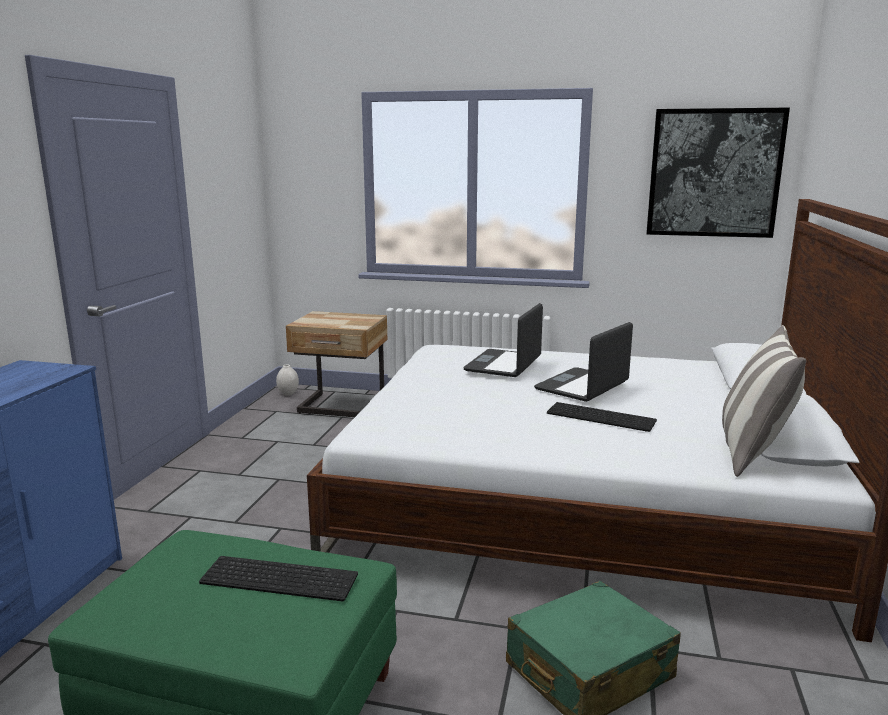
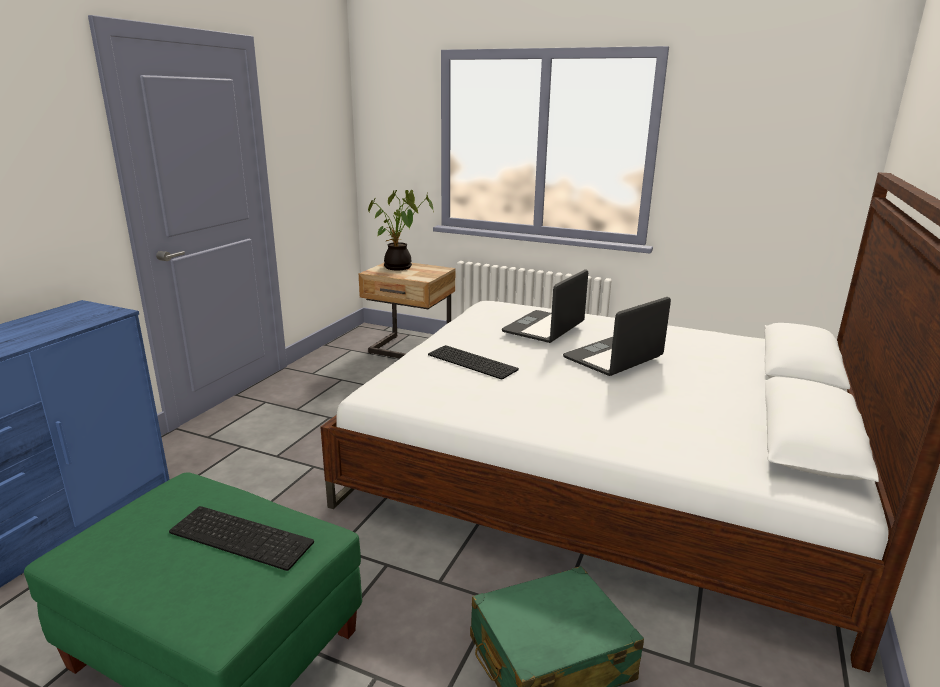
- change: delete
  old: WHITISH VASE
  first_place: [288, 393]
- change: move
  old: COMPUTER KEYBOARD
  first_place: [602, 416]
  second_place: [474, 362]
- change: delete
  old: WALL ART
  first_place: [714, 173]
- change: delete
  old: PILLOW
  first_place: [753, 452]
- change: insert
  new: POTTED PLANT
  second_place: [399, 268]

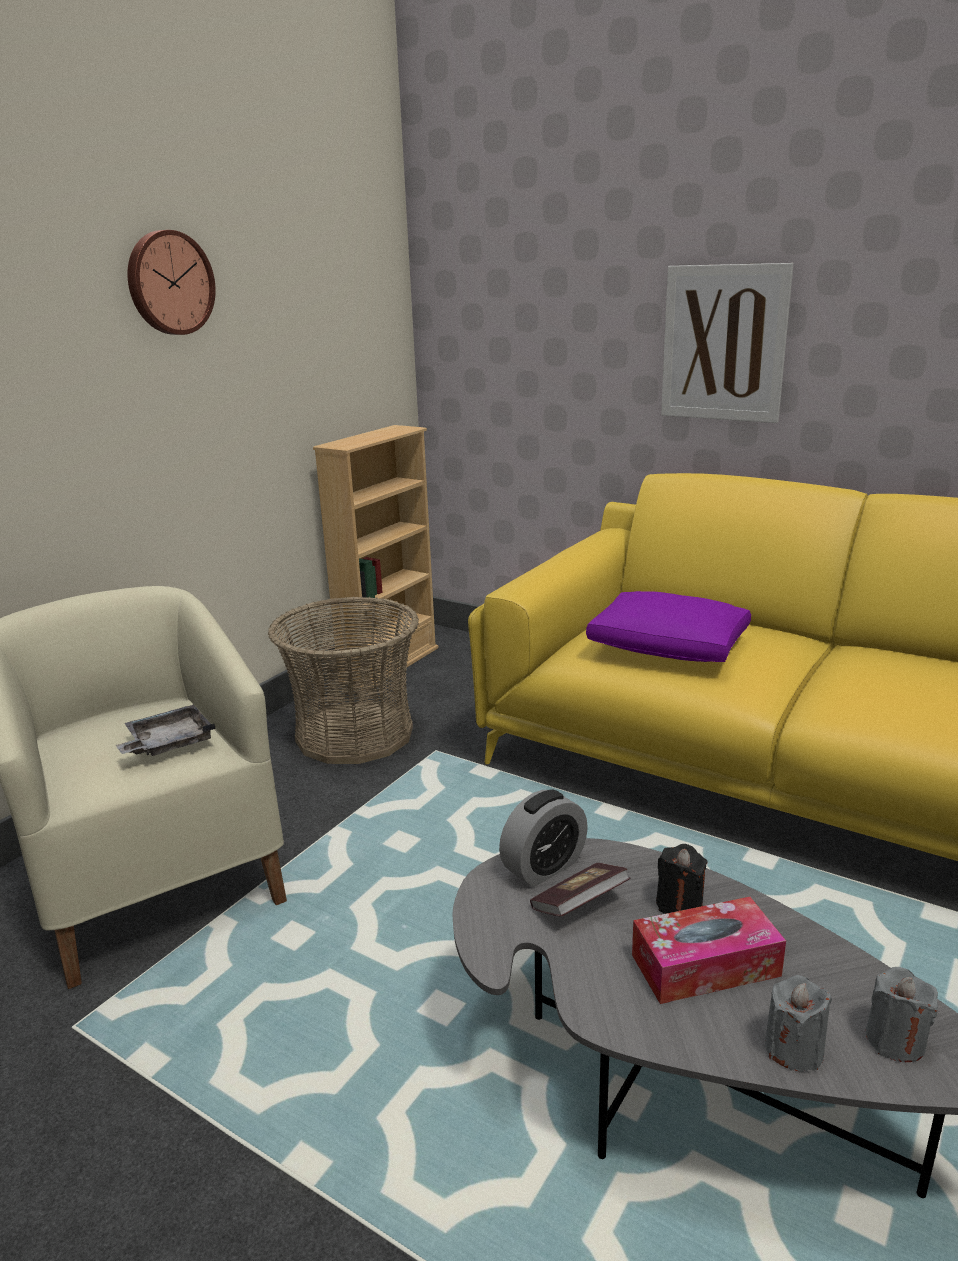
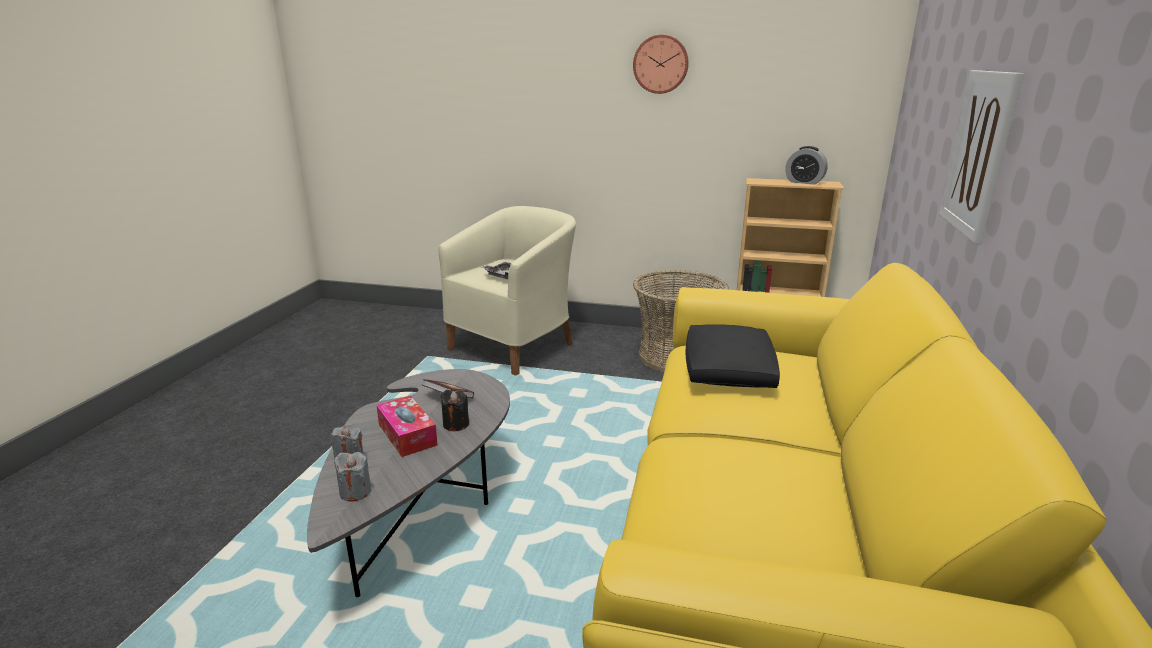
- change: move
  old: BEDSIDE CLOCK
  first_place: [544, 867]
  second_place: [804, 182]
- change: recolor
  old: PURPLISH PILLOW
  new: BLACK-COLOURED PILLOW
  first_place: [666, 646]
  second_place: [728, 370]

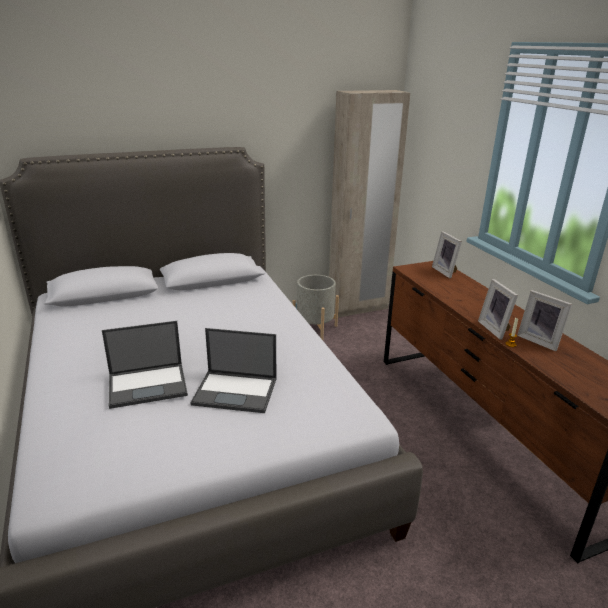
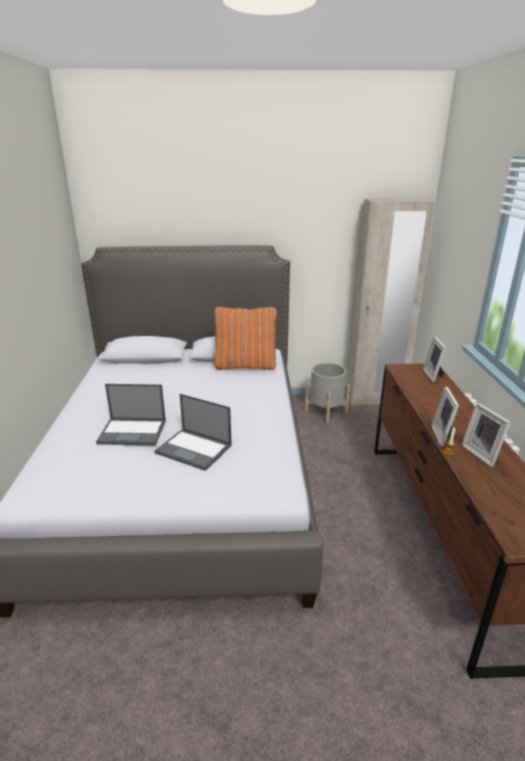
- change: insert
  new: ORANGE-COLOURED PILLOW
  second_place: [245, 365]

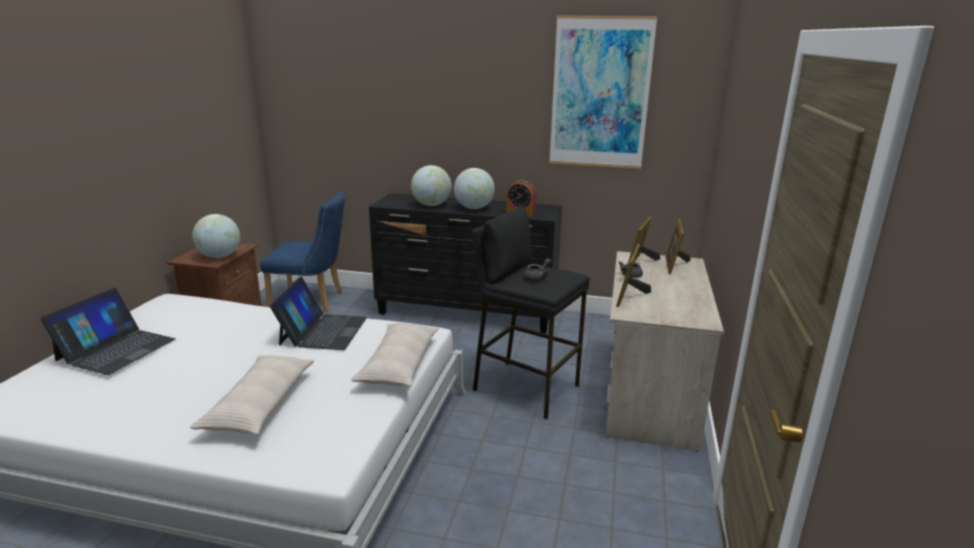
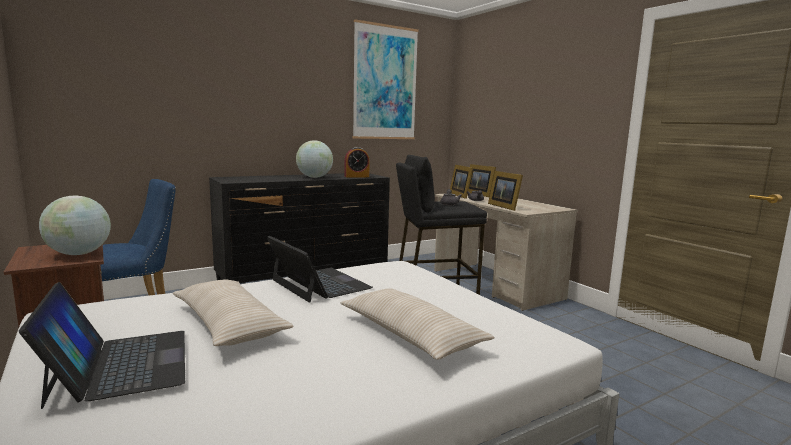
- change: move
  old: BEIGE PILLOW
  first_place: [399, 364]
  second_place: [229, 325]
- change: delete
  old: WORLD GLOBE
  first_place: [431, 205]

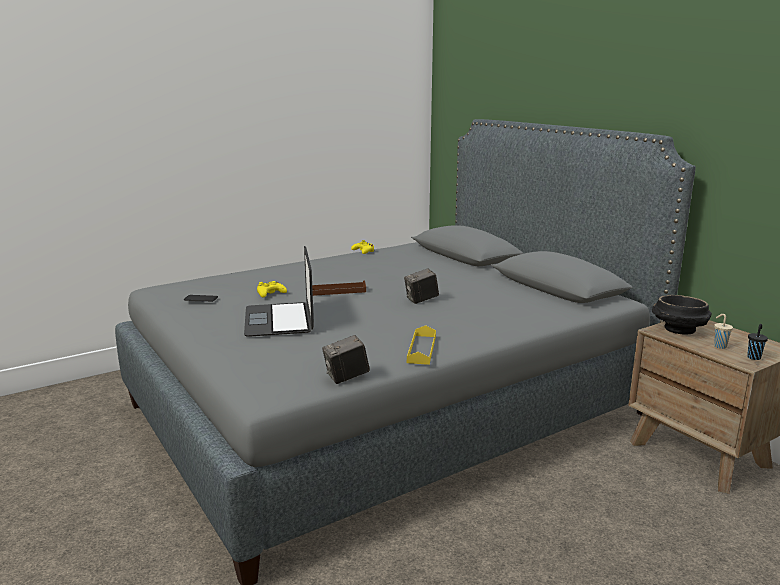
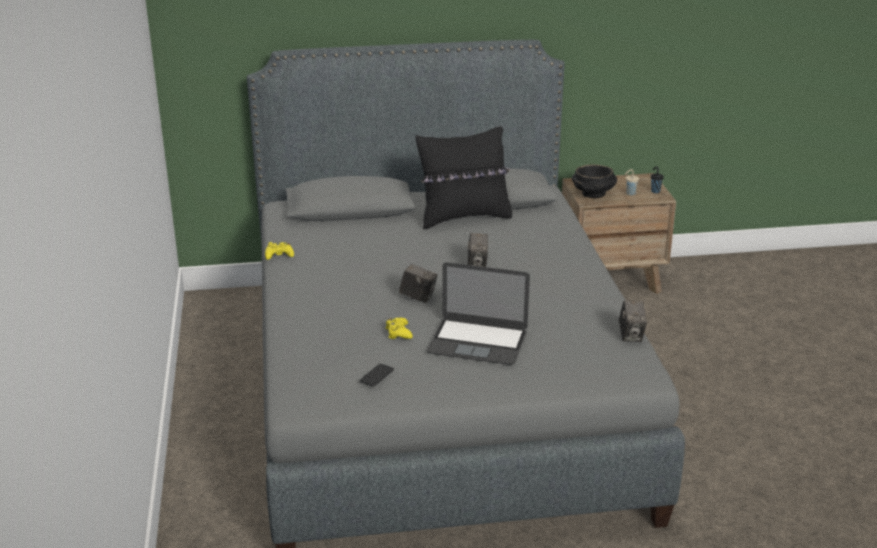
- change: replace
  old: BROWN-COLOURED TRAY
  new: STILL CAMERA
  first_place: [337, 291]
  second_place: [418, 297]
- change: delete
  old: YELLOW-COLOURED TRAY
  first_place: [421, 349]
- change: insert
  new: BLACK-COLOURED PILLOW
  second_place: [464, 217]

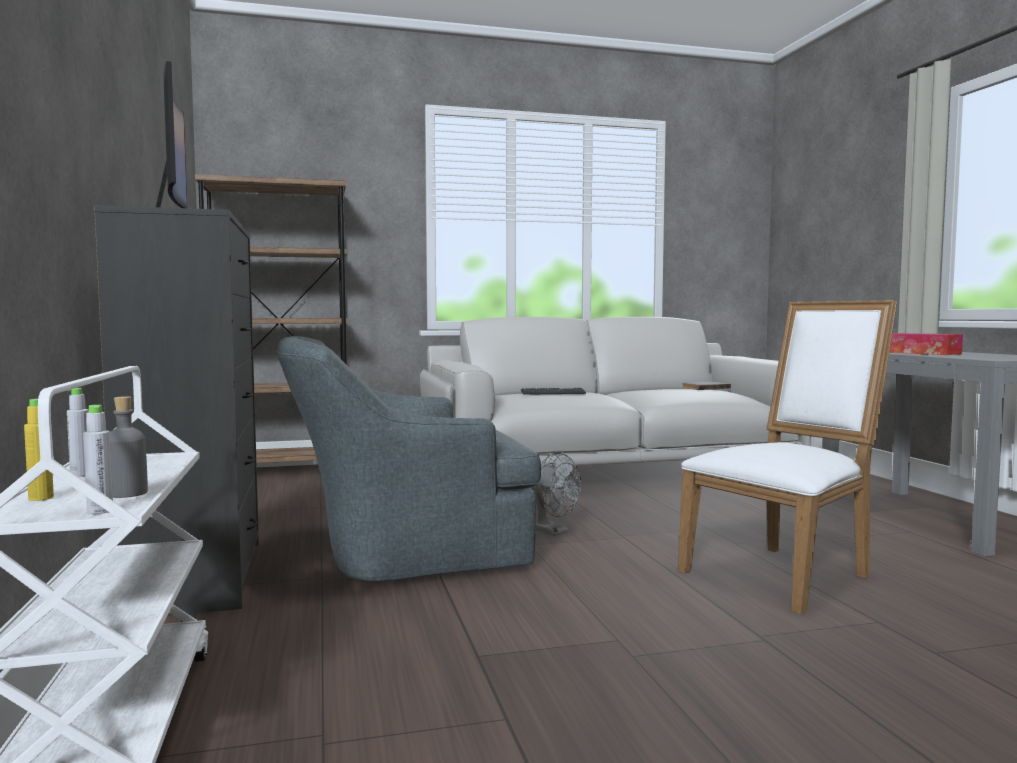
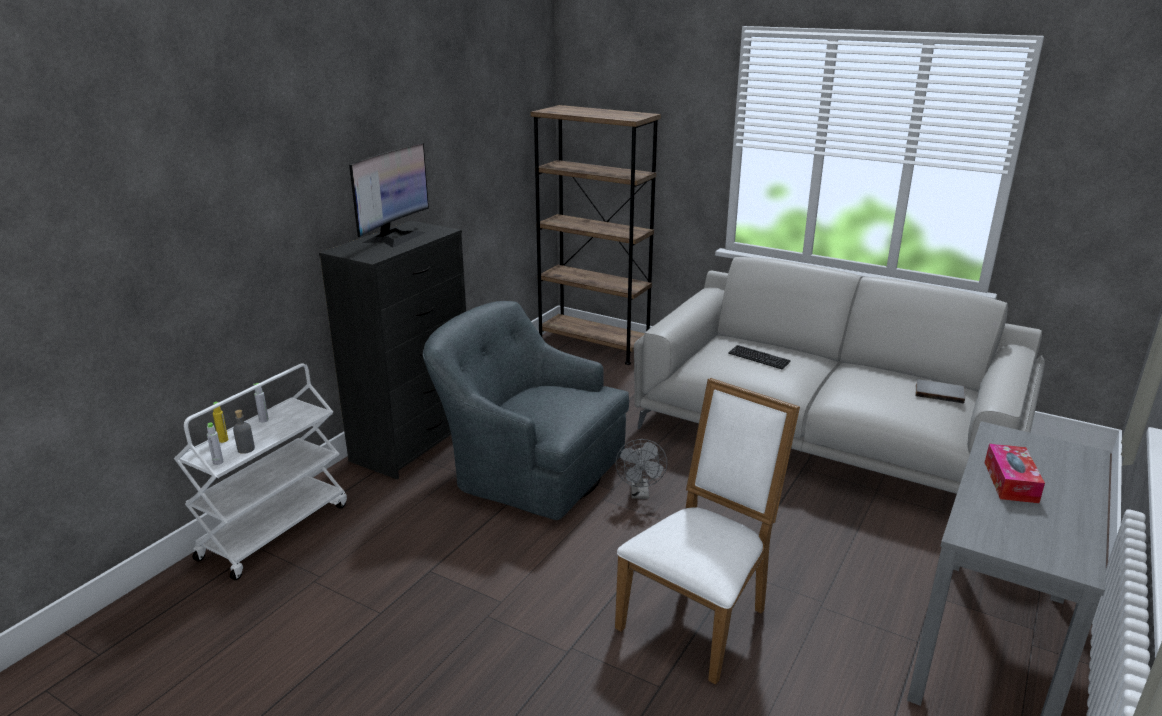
- change: rotate
  old: WHITISH PLAIN CHAIR
  first_place: [785, 573]
  second_place: [700, 616]
  degrees: -60

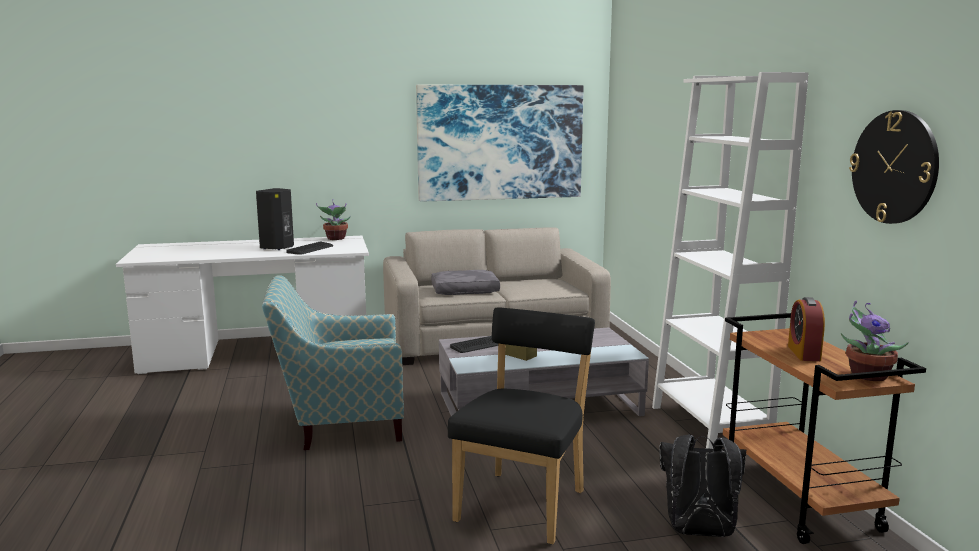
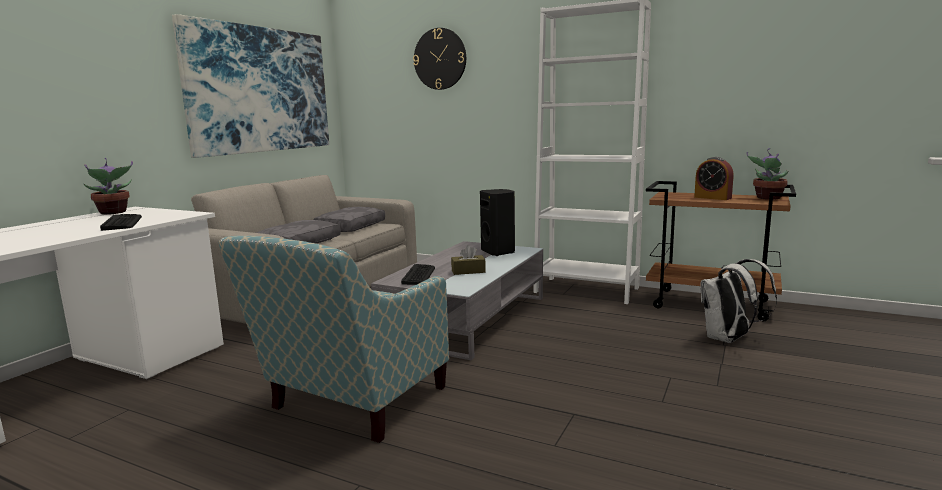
- change: move
  old: BLACK-COLOURED LOUDSPEAKER
  first_place: [278, 247]
  second_place: [499, 252]
- change: delete
  old: BLACK-COLOURED PLAIN CHAIR
  first_place: [524, 503]
- change: recolor
  old: BLACK-COLOURED RUCKSACK
  new: WHITISH RUCKSACK
  first_place: [699, 533]
  second_place: [729, 339]
- change: move
  old: CLOCK ON THE WALL
  first_place: [894, 167]
  second_place: [440, 59]
- change: insert
  new: GRAY PILLOW
  second_place: [350, 227]

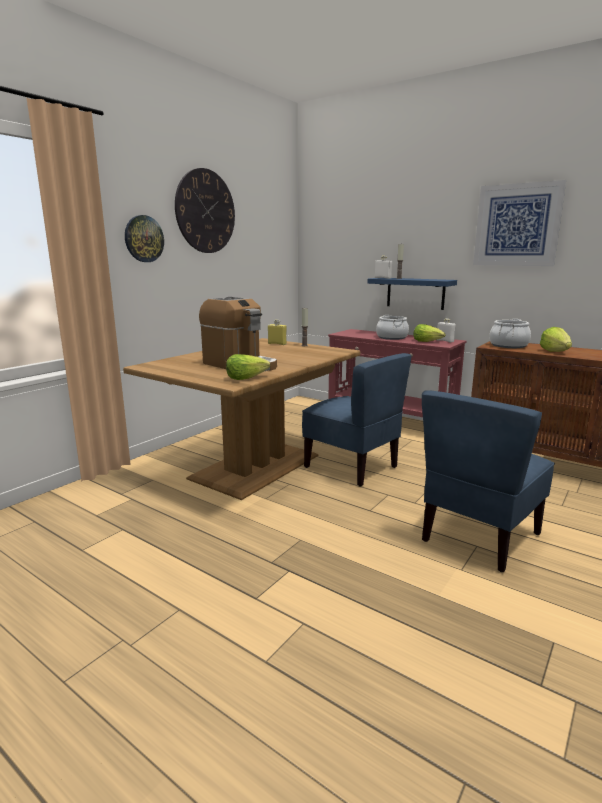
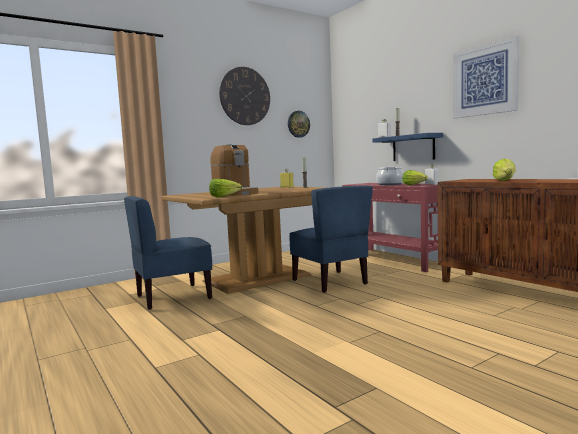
- change: move
  old: CLOCK ON THE WALL
  first_place: [144, 239]
  second_place: [298, 124]
- change: move
  old: BLUE PLAIN CHAIR
  first_place: [478, 537]
  second_place: [173, 297]
- change: delete
  old: STOCKPOT
  first_place: [508, 345]

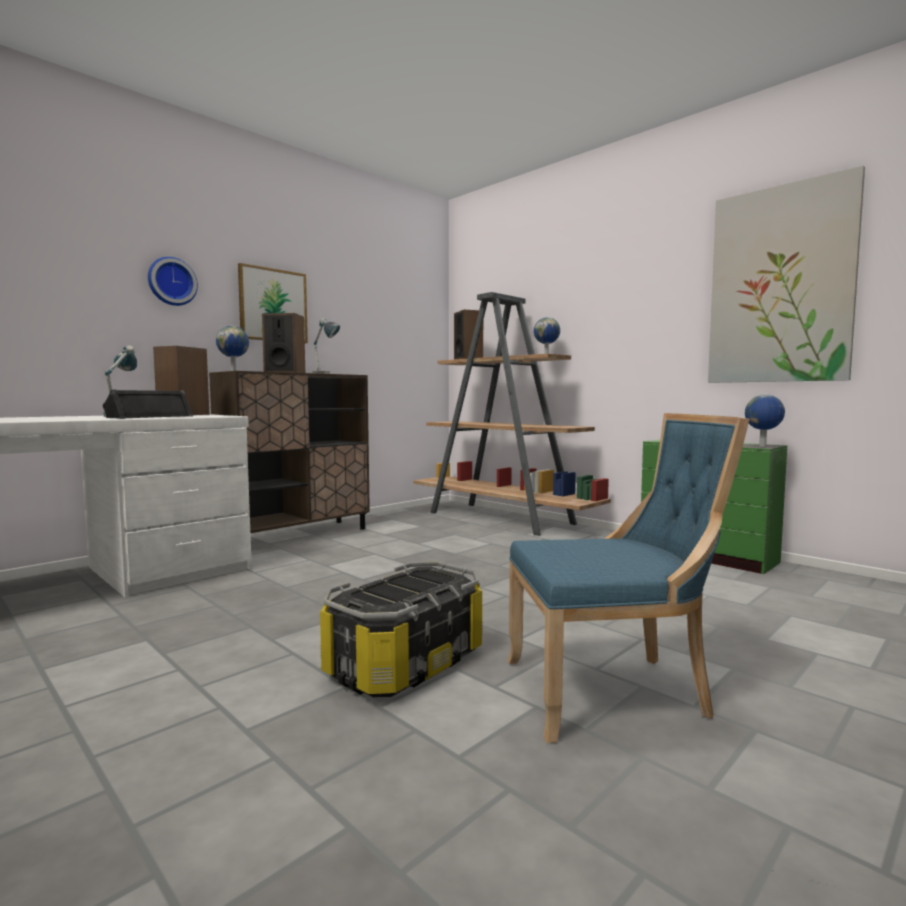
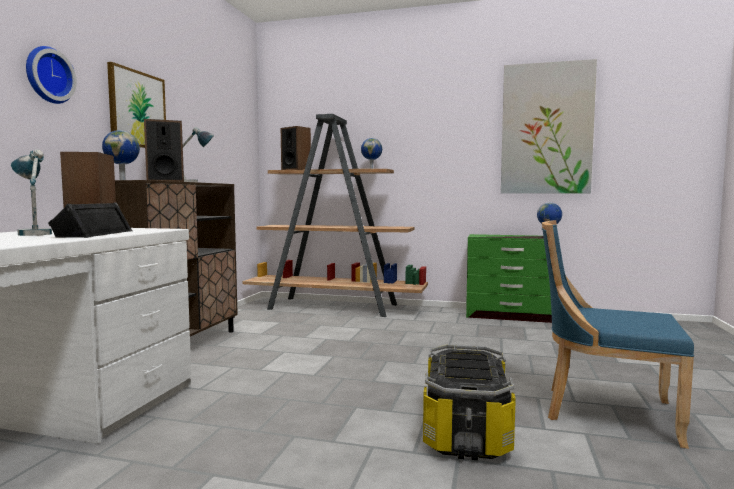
- change: rotate
  old: BLUE PLAIN CHAIR
  first_place: [612, 691]
  second_place: [604, 412]
  degrees: -120

